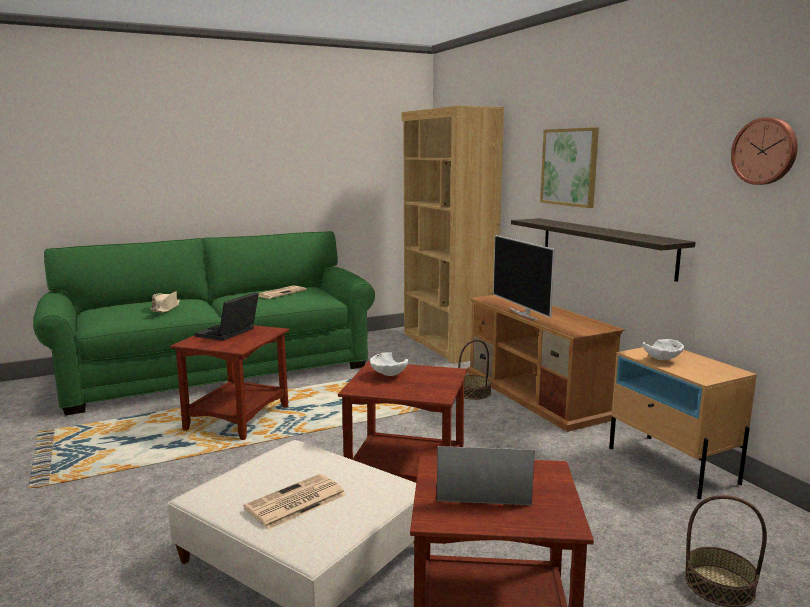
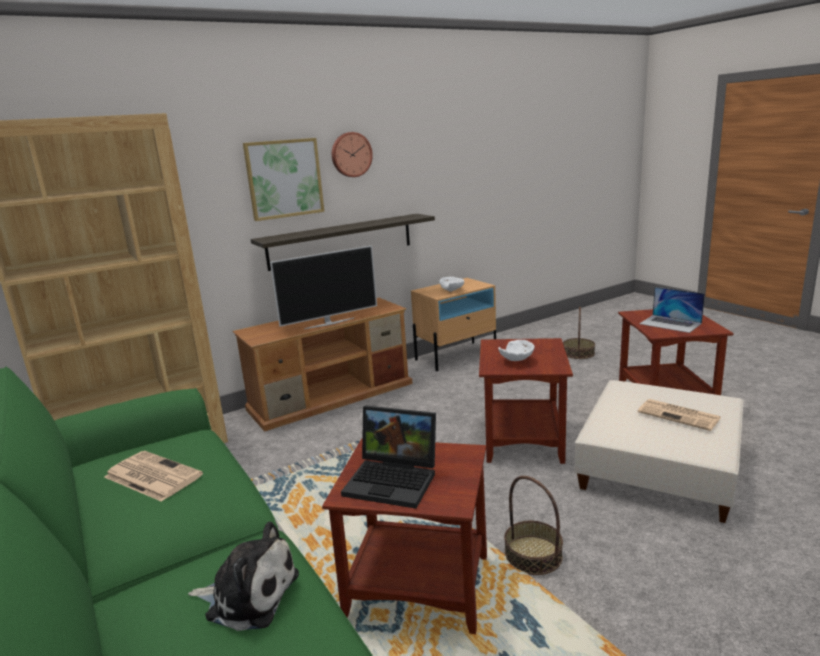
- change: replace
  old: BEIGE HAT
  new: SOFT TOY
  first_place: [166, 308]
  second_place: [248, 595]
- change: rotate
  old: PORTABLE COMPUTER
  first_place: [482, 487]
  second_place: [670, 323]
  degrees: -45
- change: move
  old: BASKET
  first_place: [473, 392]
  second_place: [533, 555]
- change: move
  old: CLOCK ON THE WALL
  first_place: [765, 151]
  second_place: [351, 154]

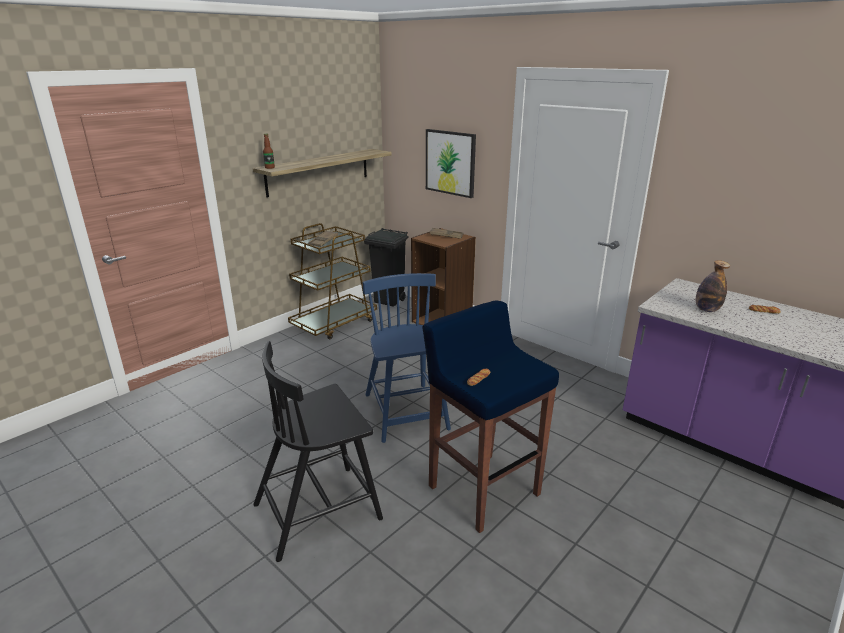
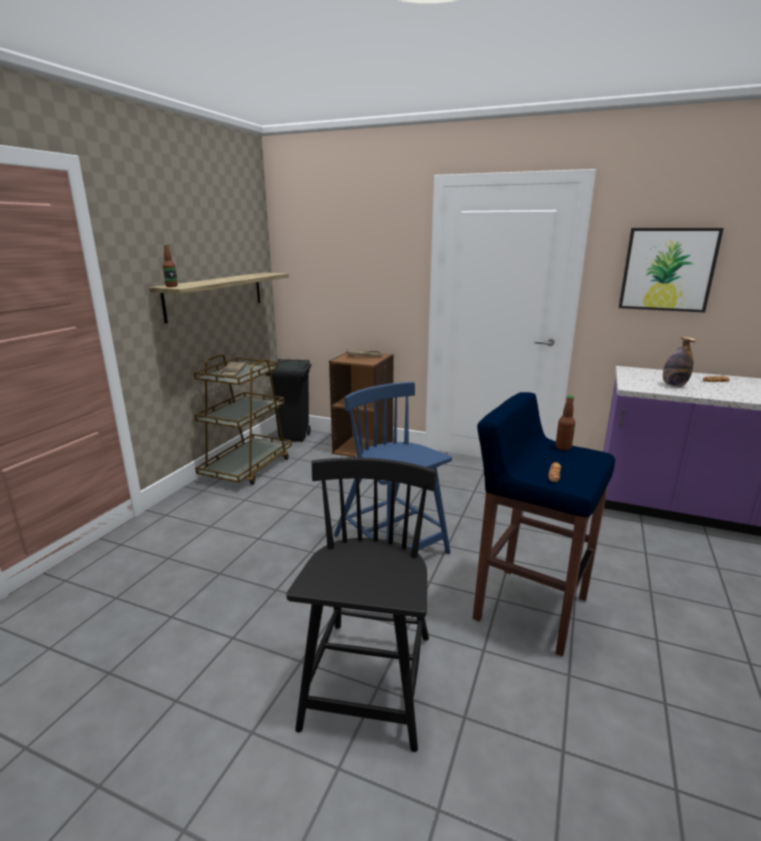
- change: rotate
  old: BLACK-COLOURED PLAIN CHAIR
  first_place: [319, 510]
  second_place: [369, 683]
  degrees: 150
- change: move
  old: WALL ART
  first_place: [450, 162]
  second_place: [667, 269]
- change: insert
  new: DRINK BOTTLE
  second_place: [563, 447]

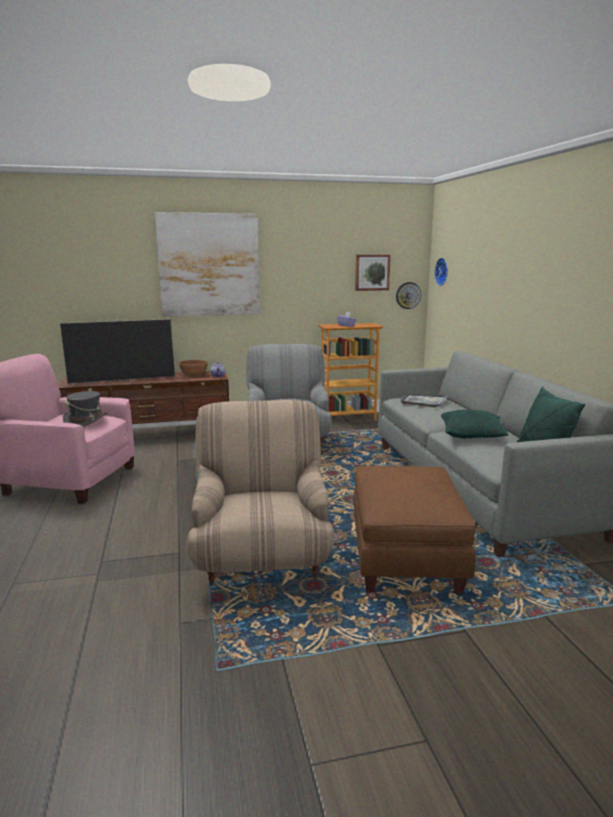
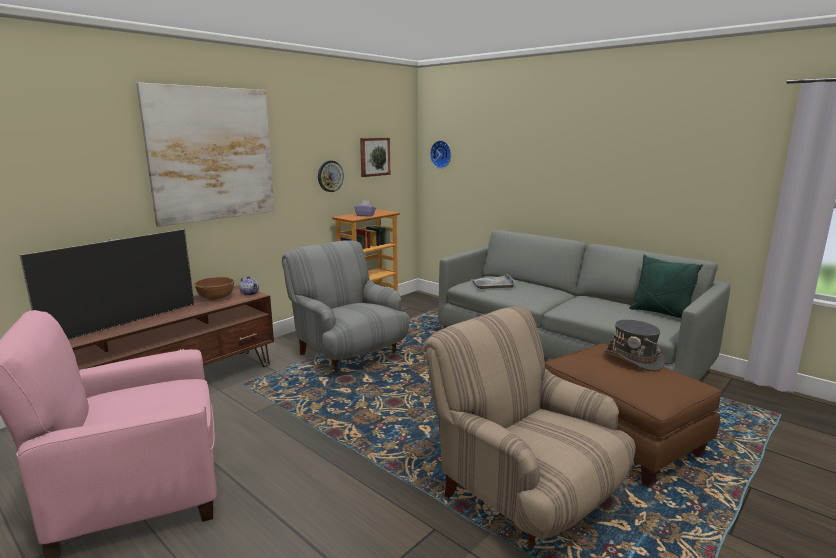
- change: move
  old: GRAY HAT
  first_place: [86, 421]
  second_place: [633, 359]
- change: move
  old: CLOCK ON THE WALL
  first_place: [408, 295]
  second_place: [330, 176]
- change: delete
  old: GREENISH PILLOW
  first_place: [472, 435]

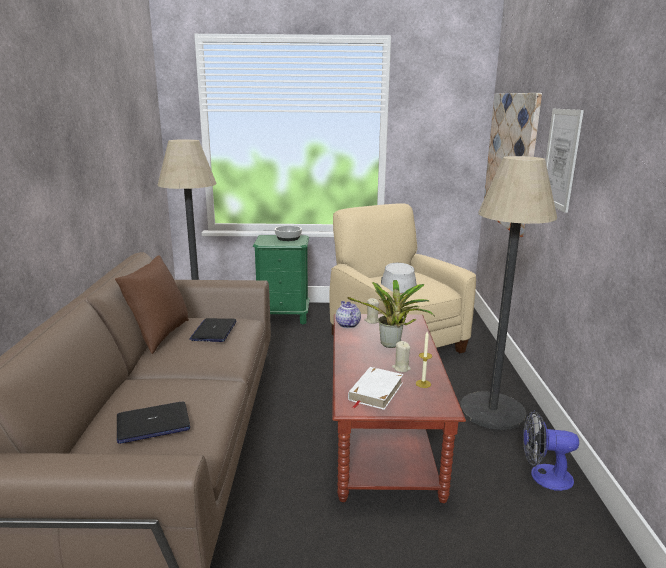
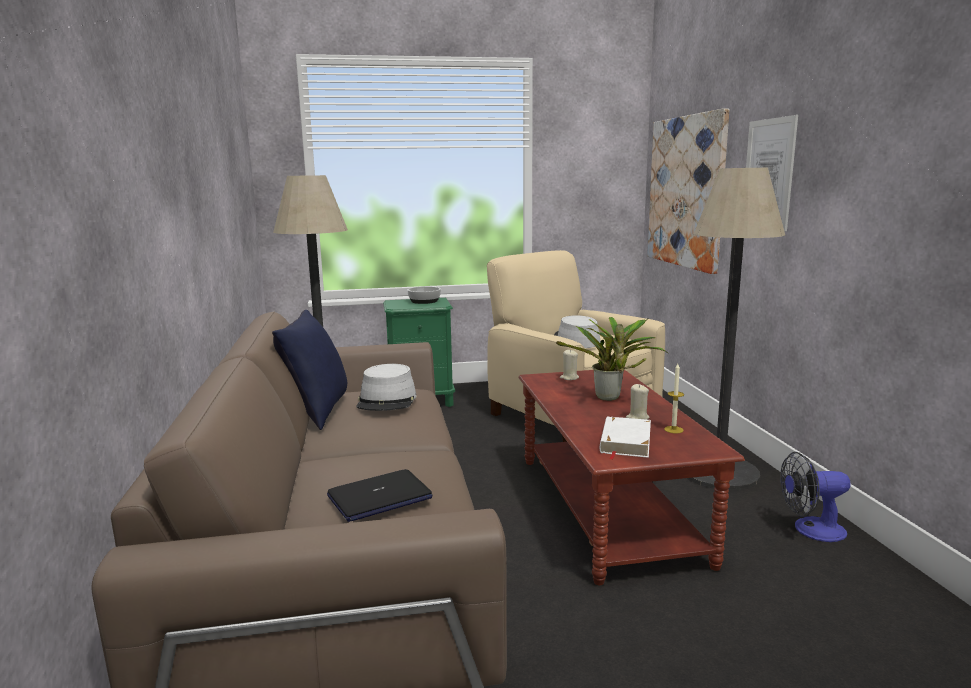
- change: recolor
  old: BROWN-COLOURED PILLOW
  new: BLUE PILLOW
  first_place: [159, 336]
  second_place: [316, 412]
- change: replace
  old: PORTABLE COMPUTER
  new: GRAY HAT
  first_place: [214, 331]
  second_place: [387, 400]
- change: delete
  old: TEAPOT
  first_place: [347, 324]

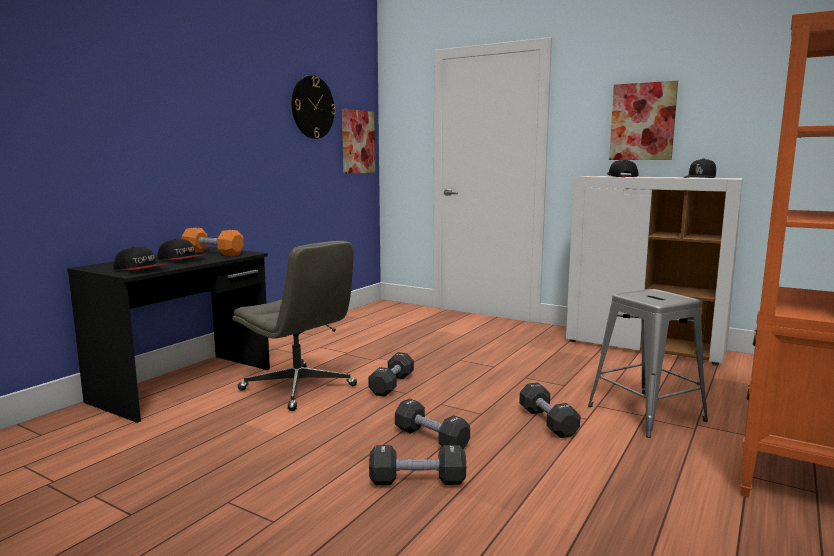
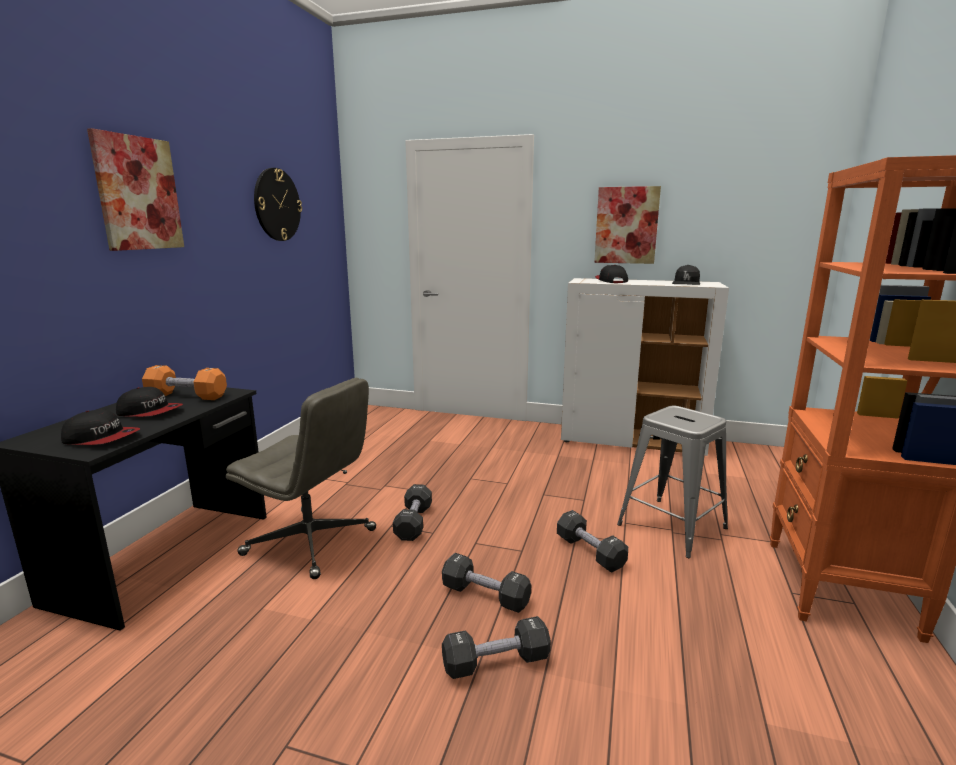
- change: move
  old: WALL ART
  first_place: [357, 142]
  second_place: [138, 193]

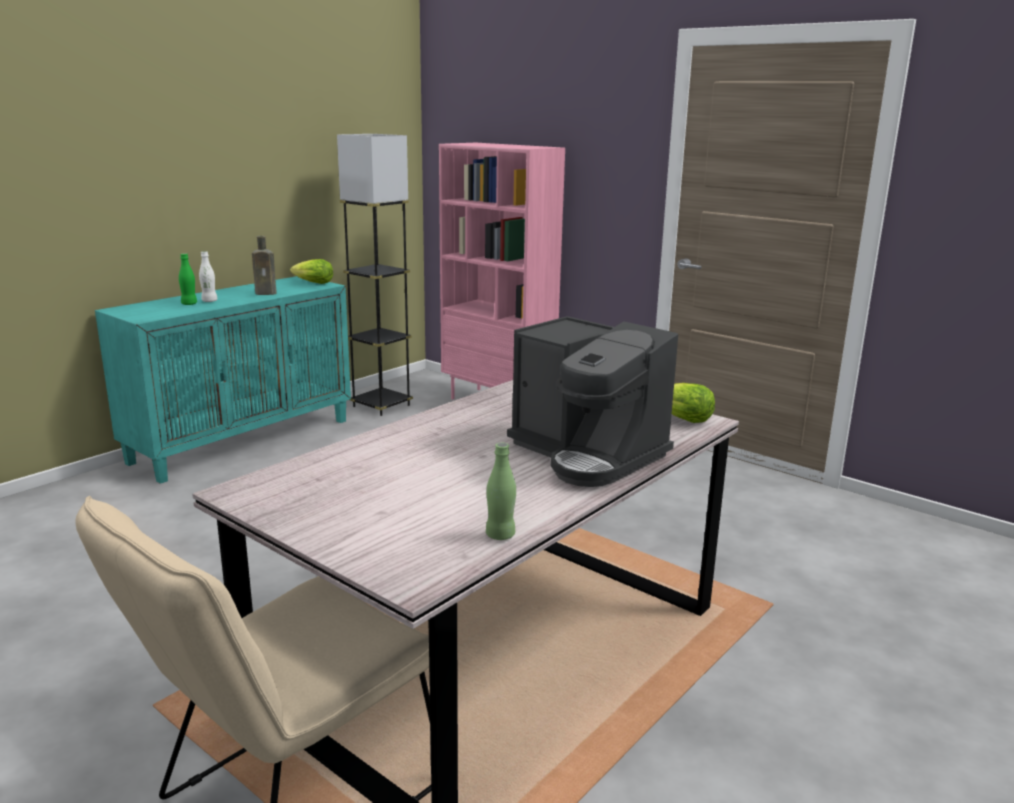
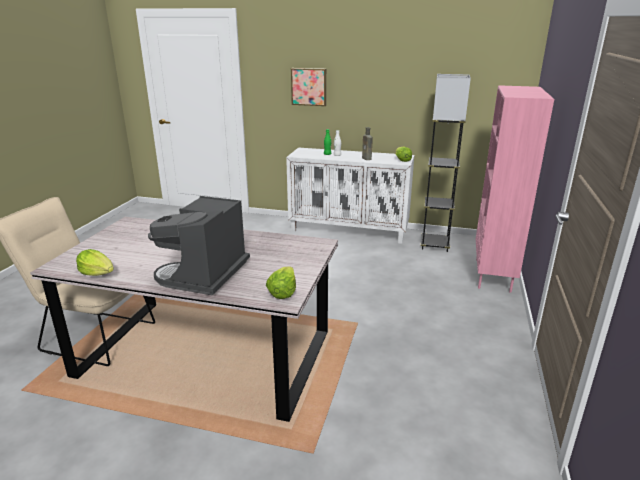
- change: recolor
  old: BLUE-GREEN CABINET
  new: WHITISH CABINET
  first_place: [243, 440]
  second_place: [349, 230]
- change: replace
  old: GREENISH DRINK BOTTLE
  new: LETTUCE HEAD
  first_place: [500, 535]
  second_place: [98, 273]
- change: insert
  new: WALL ART
  second_place: [309, 86]

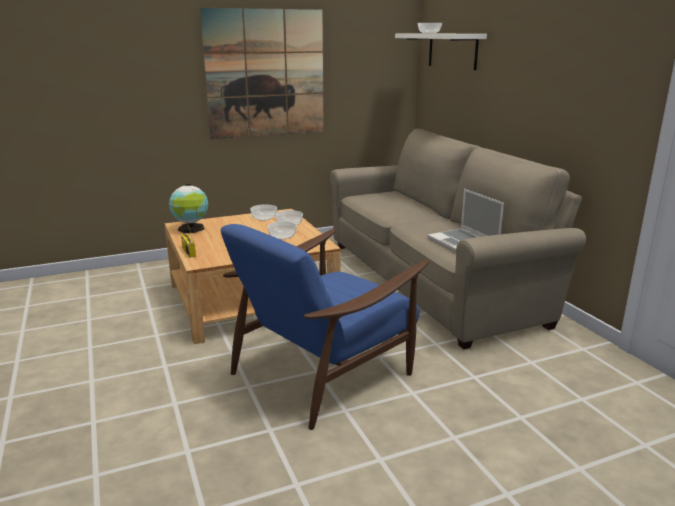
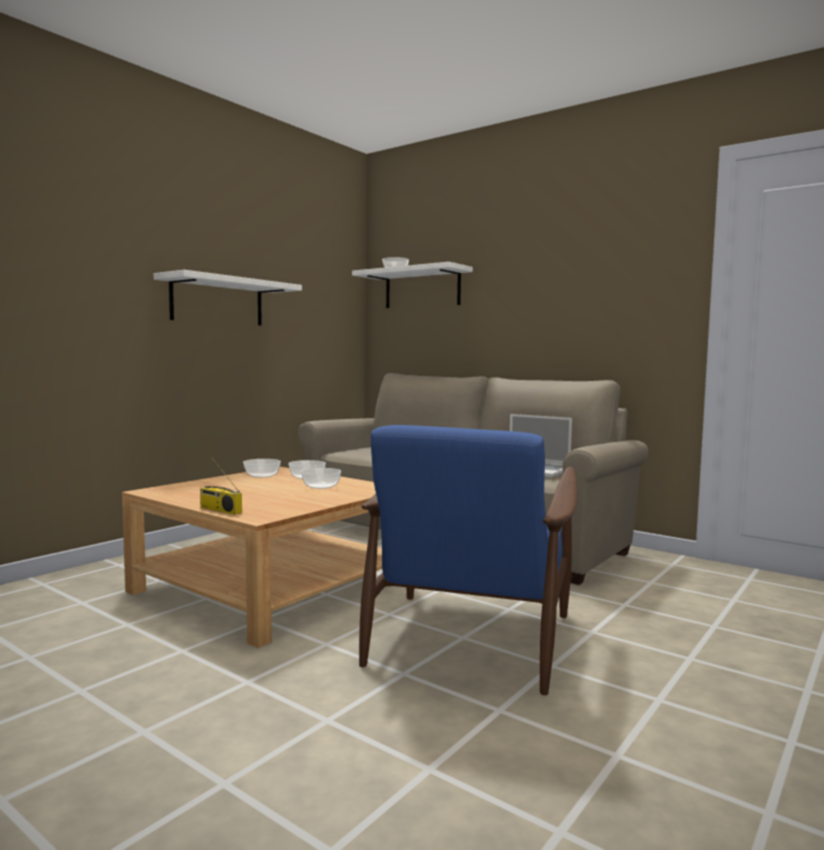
- change: delete
  old: WORLD GLOBE
  first_place: [191, 229]
- change: replace
  old: WALL ART
  new: WHITISH SHELF
  first_place: [265, 74]
  second_place: [217, 301]

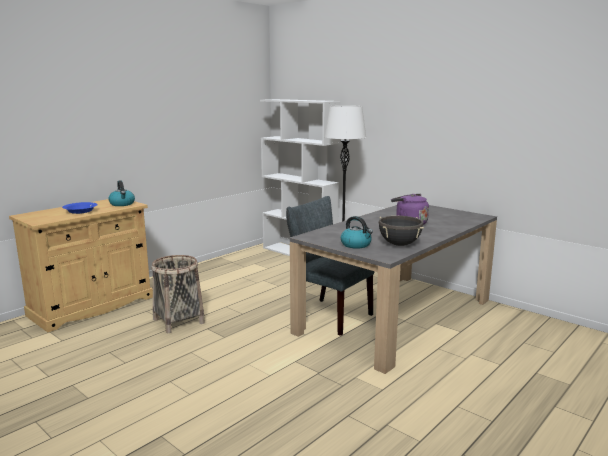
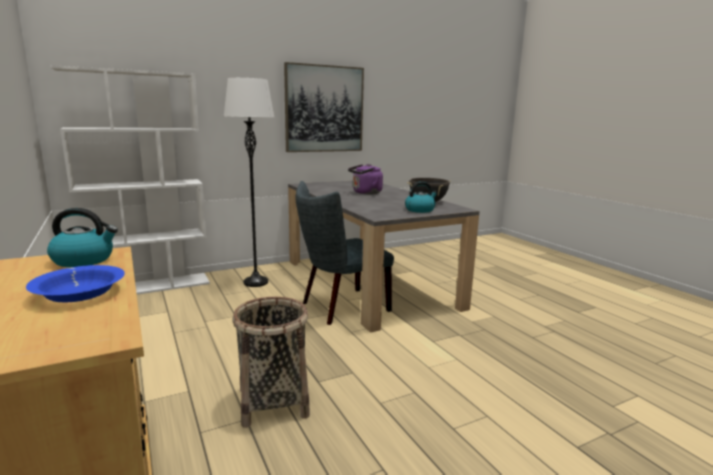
- change: insert
  new: WALL ART
  second_place: [324, 109]

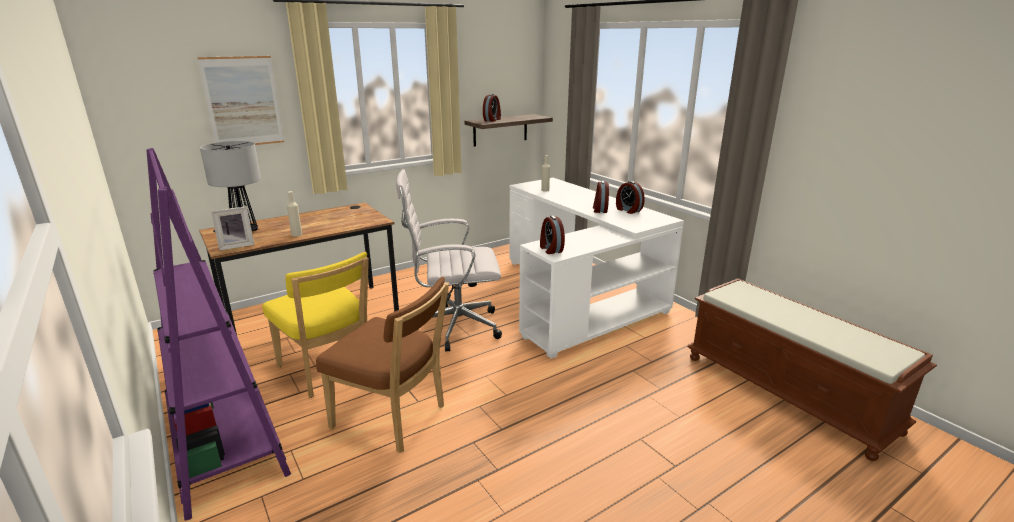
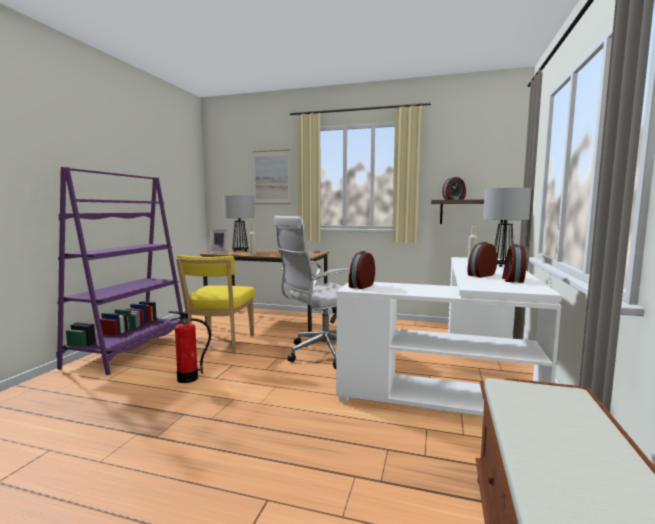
- change: replace
  old: BROWN-COLOURED PLAIN CHAIR
  new: EXTINGUISHER
  first_place: [393, 418]
  second_place: [188, 378]
- change: rotate
  old: WHITISH OFFICE CHAIR
  first_place: [453, 327]
  second_place: [321, 354]
  degrees: -75
- change: insert
  new: LAMP FOR A TABLE
  second_place: [503, 265]

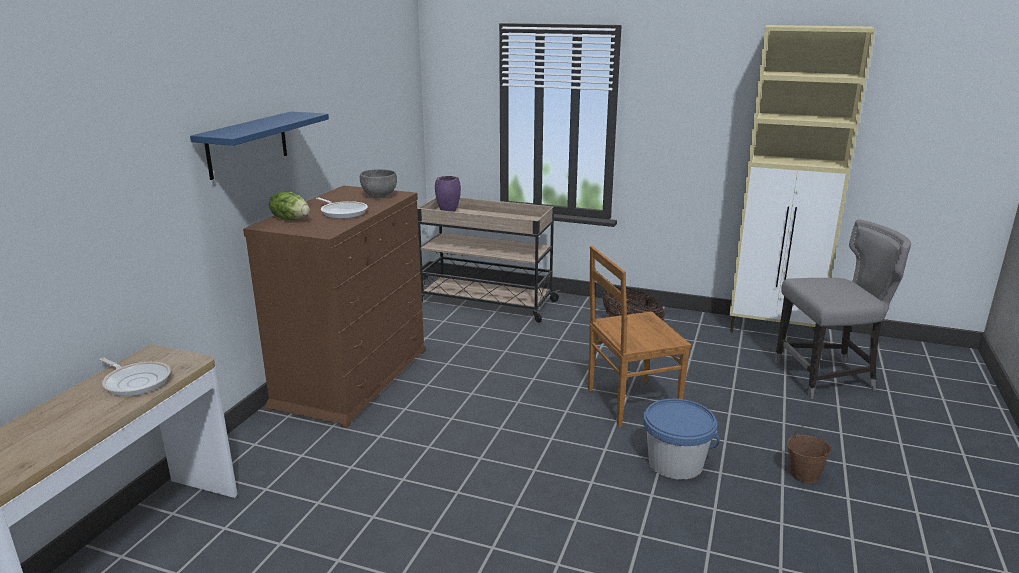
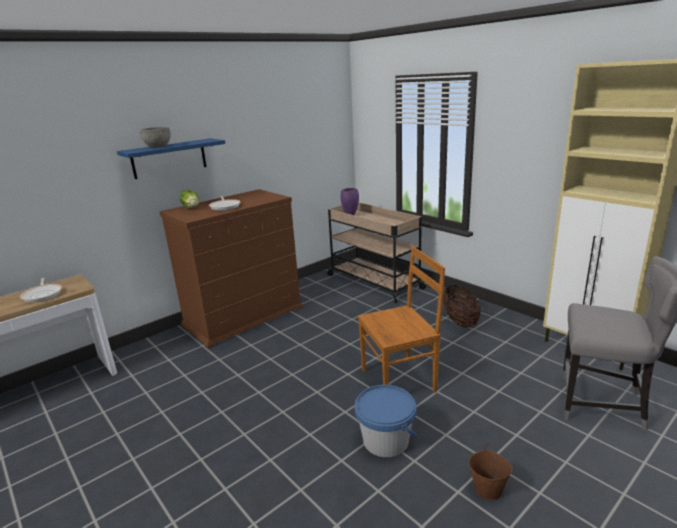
- change: move
  old: GRAY SERVING BOWL
  first_place: [379, 196]
  second_place: [157, 147]
- change: rotate
  old: BROWN-COLOURED PLAIN CHAIR
  first_place: [630, 402]
  second_place: [400, 380]
  degrees: 150

